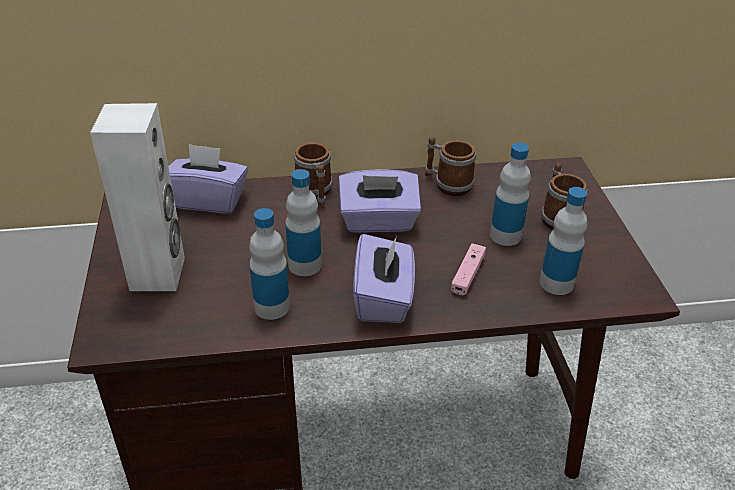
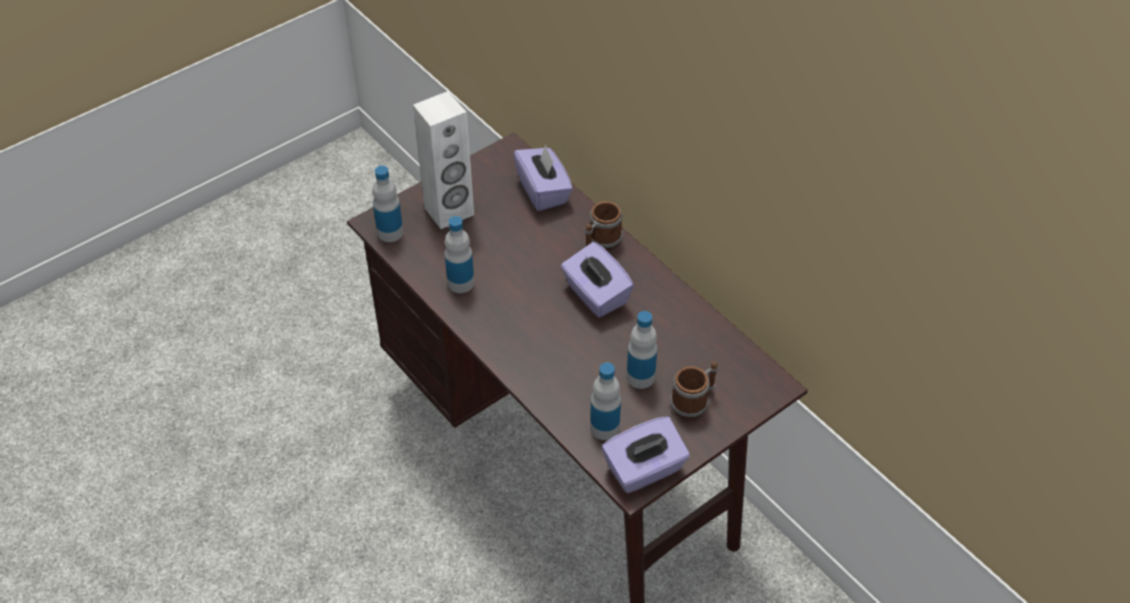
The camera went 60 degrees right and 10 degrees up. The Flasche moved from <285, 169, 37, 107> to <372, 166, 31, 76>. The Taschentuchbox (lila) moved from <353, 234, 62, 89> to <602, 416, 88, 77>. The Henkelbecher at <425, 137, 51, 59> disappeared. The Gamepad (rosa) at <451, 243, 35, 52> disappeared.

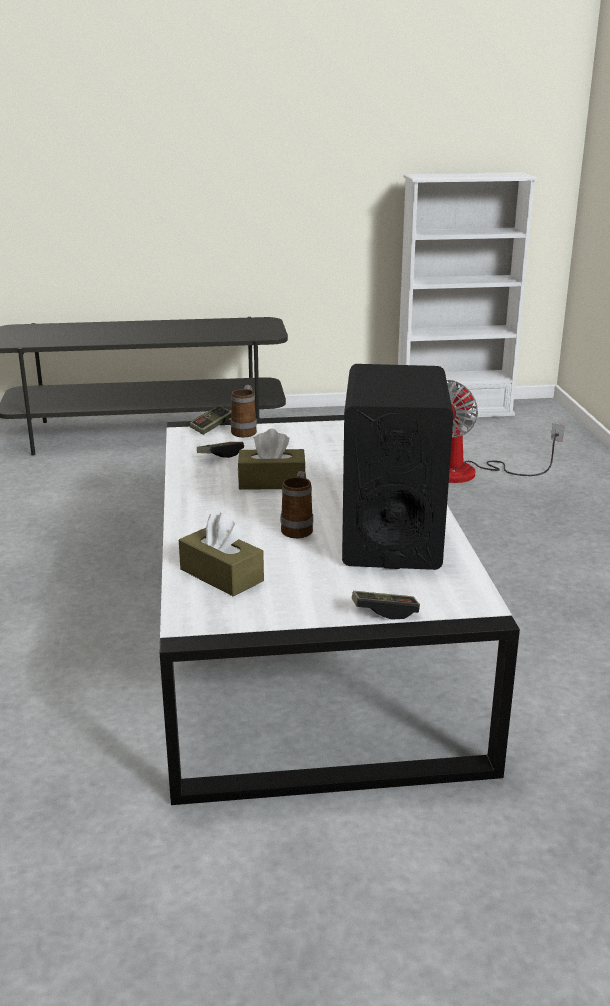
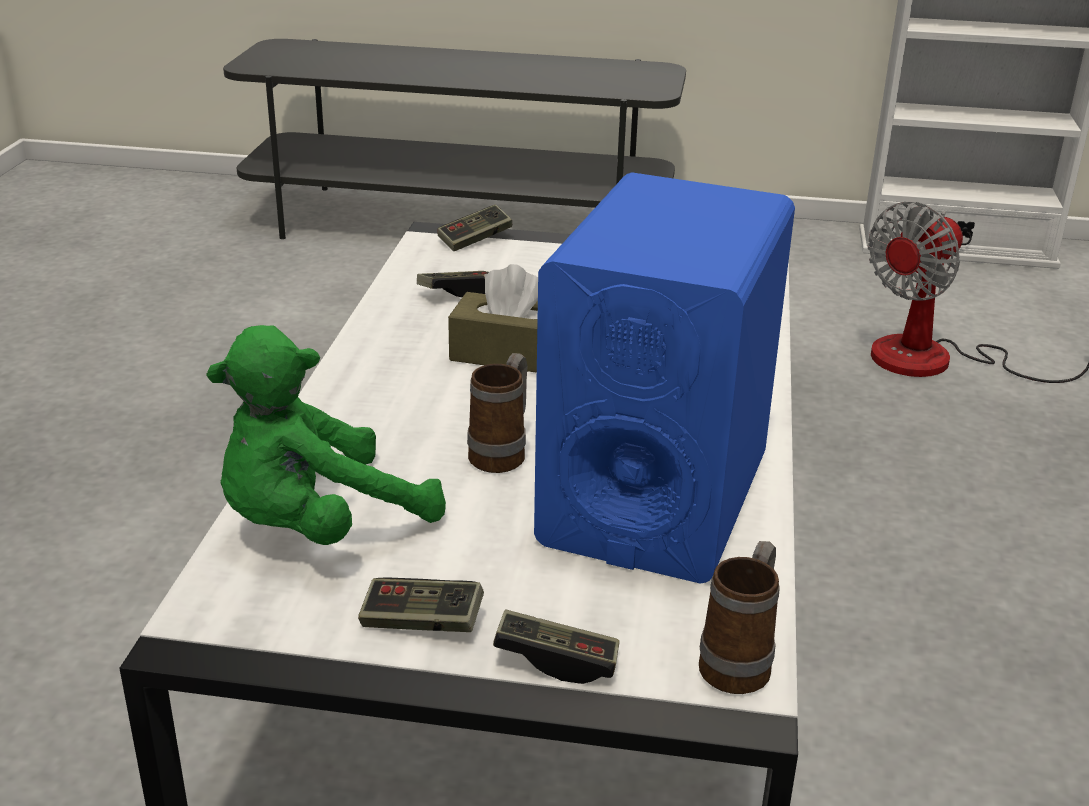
The camera went 15 degrees right and 5 degrees up. The Taschentuchbox (braun) at <179, 513, 85, 84> was replaced by the Plüschtier (grün) at <206, 325, 240, 220>. The Henkelbecher moved from <231, 385, 26, 52> to <699, 541, 81, 153>. The Lautsprecher (schwarz) at <342, 364, 111, 206> became the Lautsprecher (blau) at <534, 172, 261, 412>. The Gamepad at <358, 577, 126, 55> appeared.

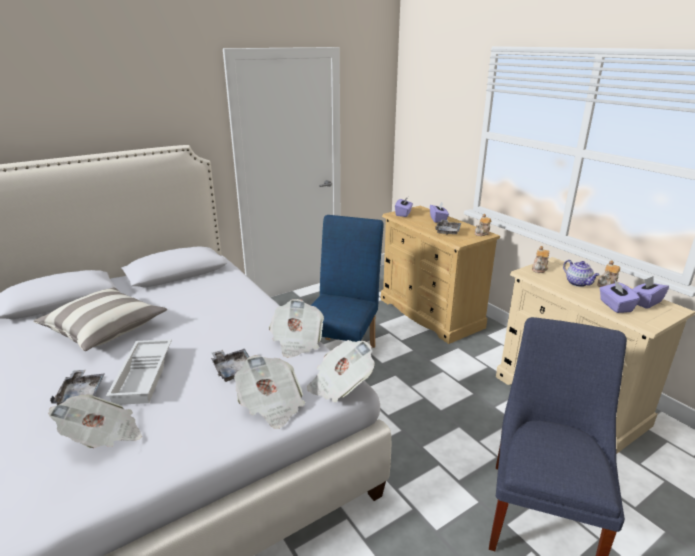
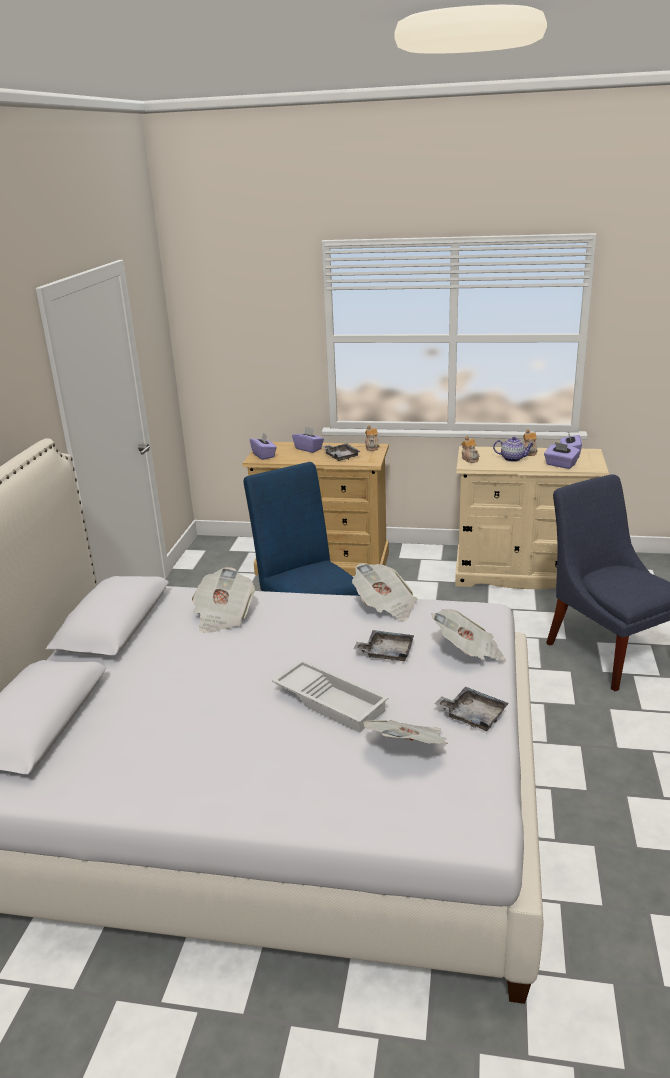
The camera went 45 degrees left and 0 degrees up. The Kissen at <33, 287, 134, 64> disappeared. The Tablett (grau) moved from <50, 370, 55, 35> to <435, 687, 74, 44>. The Zeitung moved from <307, 340, 68, 62> to <192, 567, 63, 66>.

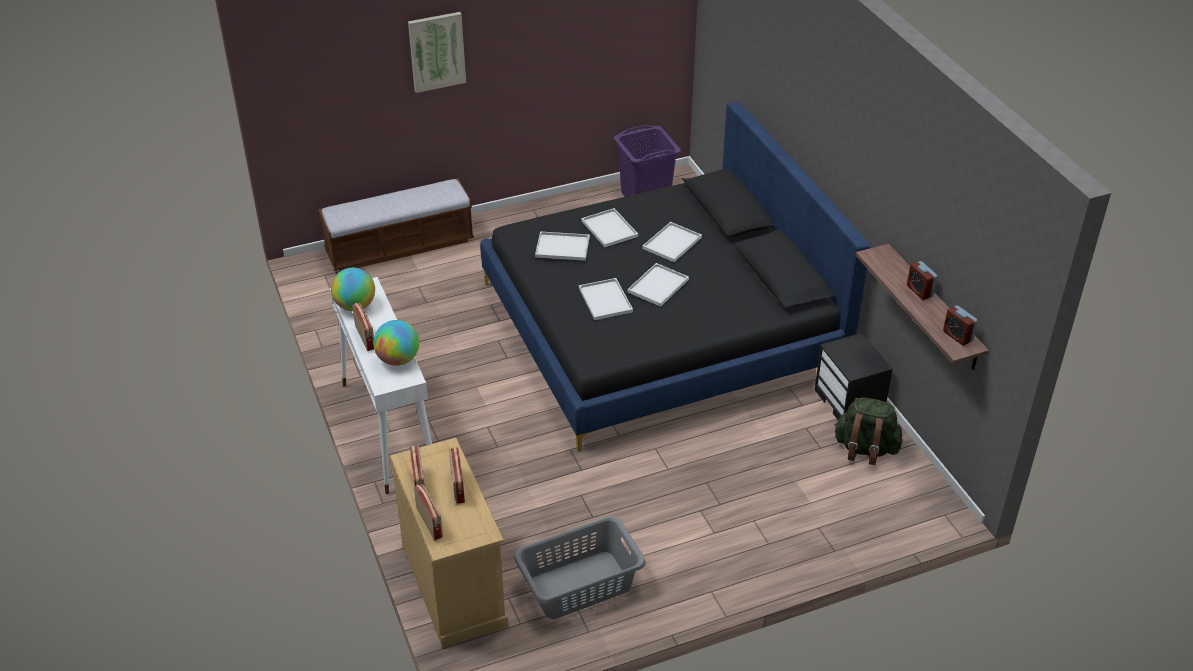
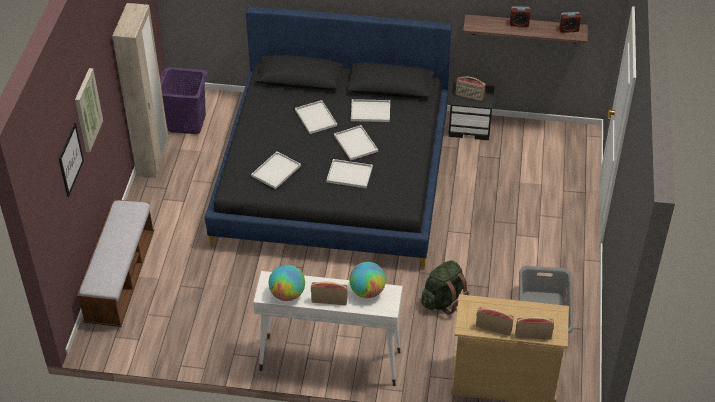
The camera went 60 degrees left and 5 degrees up. The Radio moved from <449, 447, 16, 57> to <456, 76, 29, 25>. The Tablett (weiß) moved from <582, 208, 56, 39> to <351, 99, 39, 23>. The Rucksack (grün) moved from <834, 397, 69, 68> to <421, 260, 48, 55>. The Bild at <59, 123, 25, 74> appeared. The Kleiderschrank (beige) at <112, 3, 57, 175> appeared.

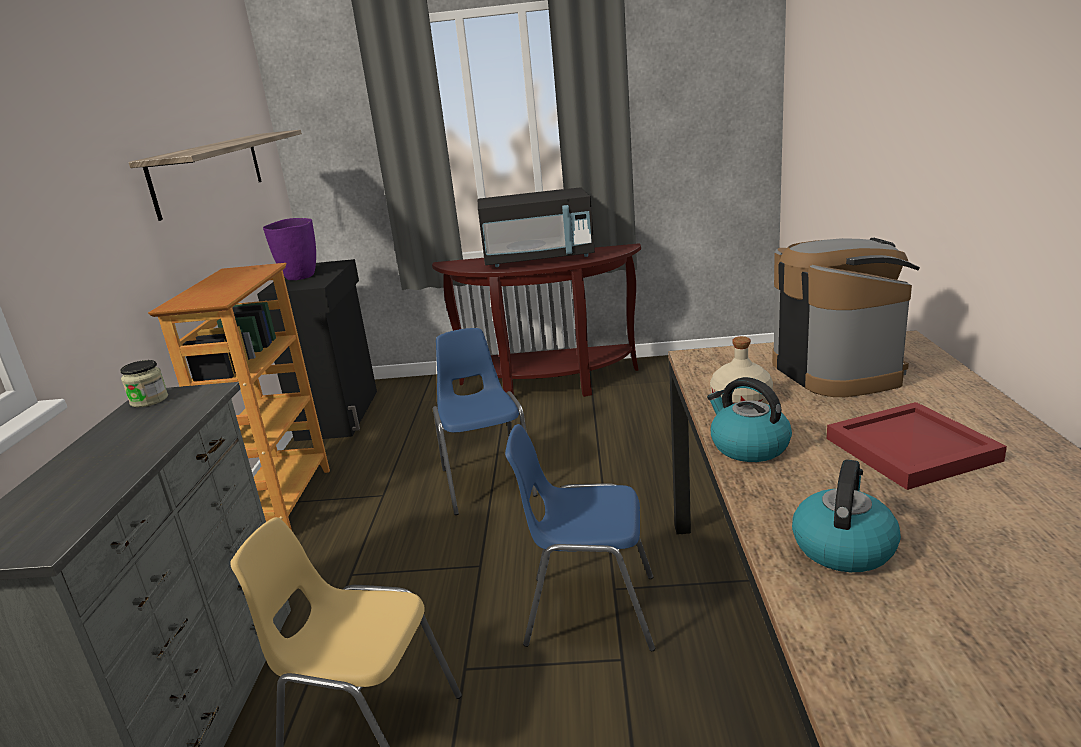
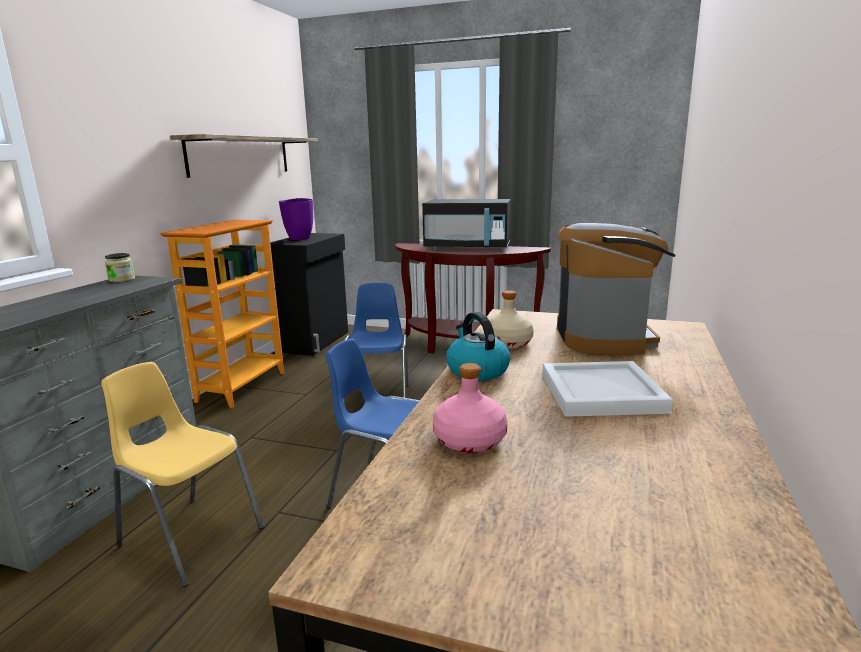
The camera went 15 degrees right and 5 degrees down. The Wasserkessel at <792, 459, 109, 113> was replaced by the Flasche (rosa) at <433, 363, 75, 90>. The Tablett (rot) at <827, 402, 180, 88> became the Tablett (weiß) at <542, 361, 131, 56>.

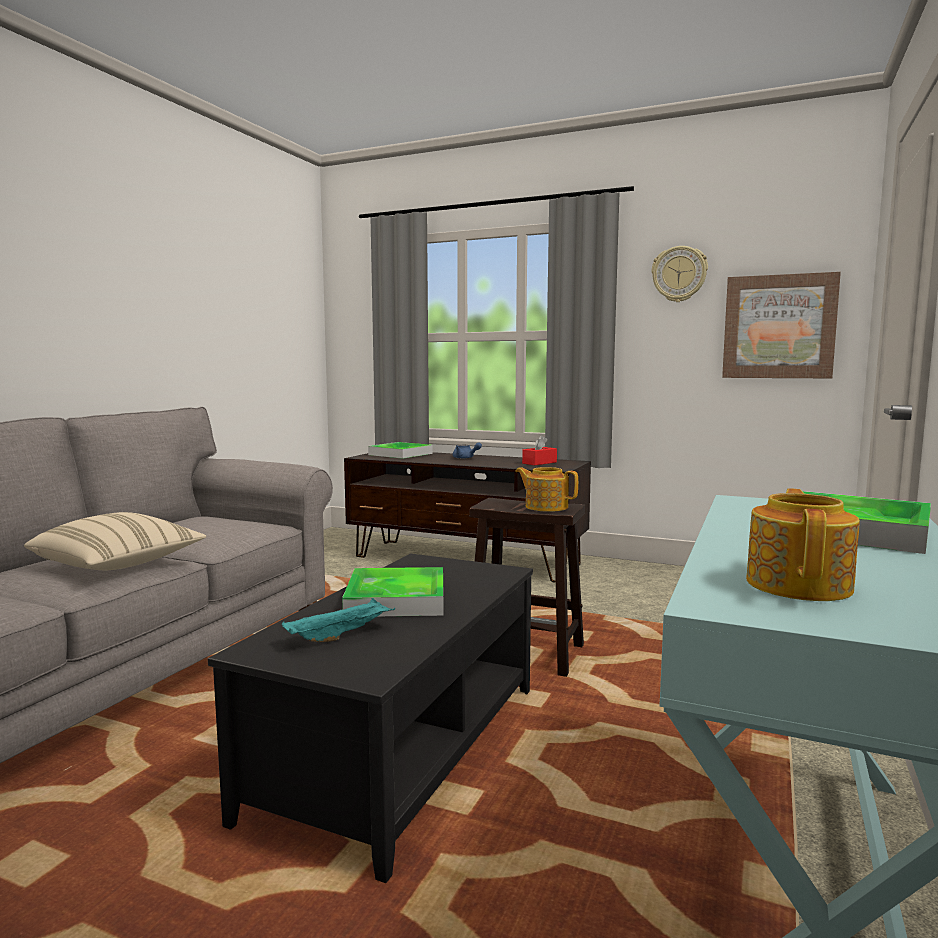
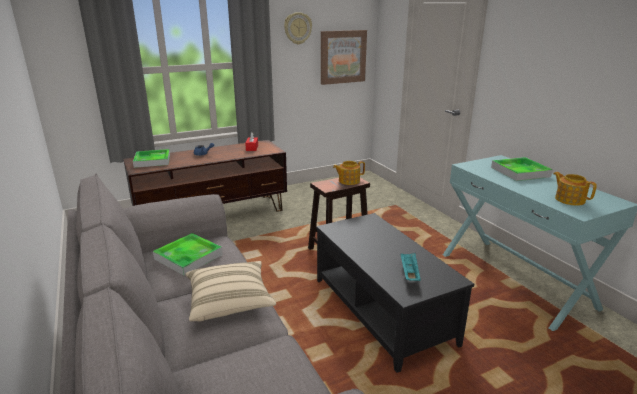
The camera went 50 degrees left and 15 degrees up. The Tablett moved from <342, 567, 101, 49> to <153, 233, 70, 42>.

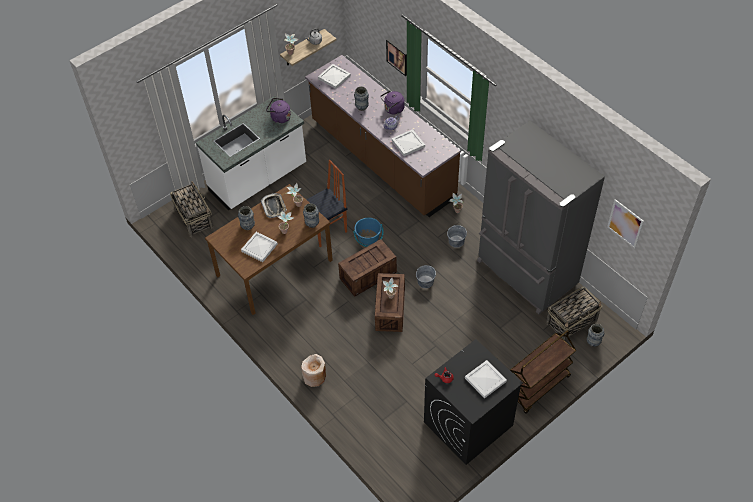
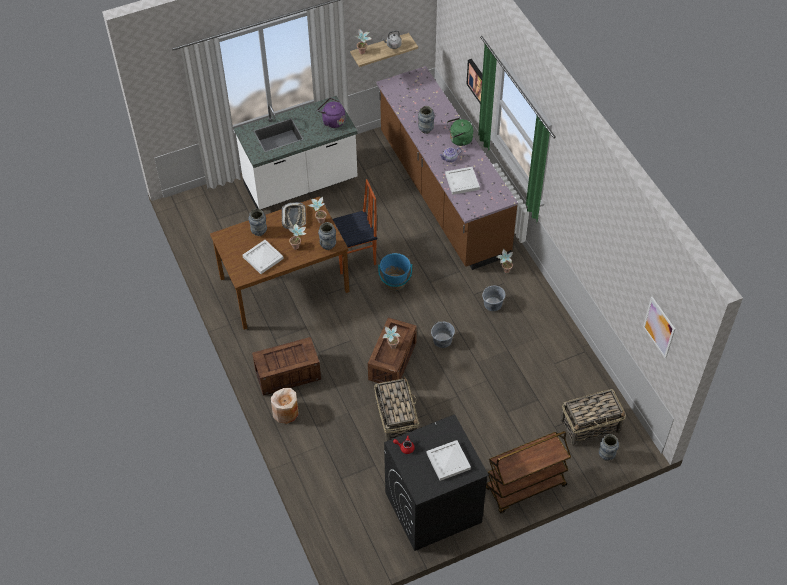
The camera went 15 degrees right and 0 degrees up. The Korb moved from <170, 182, 44, 55> to <374, 376, 46, 65>. The Tablett (weiß) at <318, 64, 33, 25> disappeared. The Kiste moved from <338, 239, 59, 58> to <252, 337, 69, 59>. The Wasserkessel (lila) at <380, 91, 25, 24> became the Wasserkessel (grün) at <447, 118, 26, 28>. The Kühlschrank (grau) at <477, 121, 128, 194> disappeared.

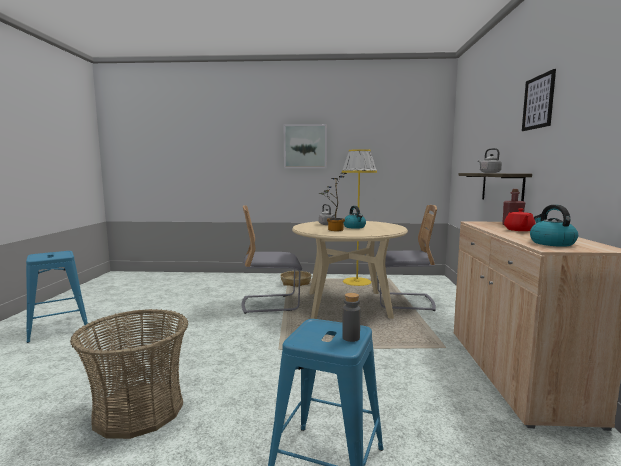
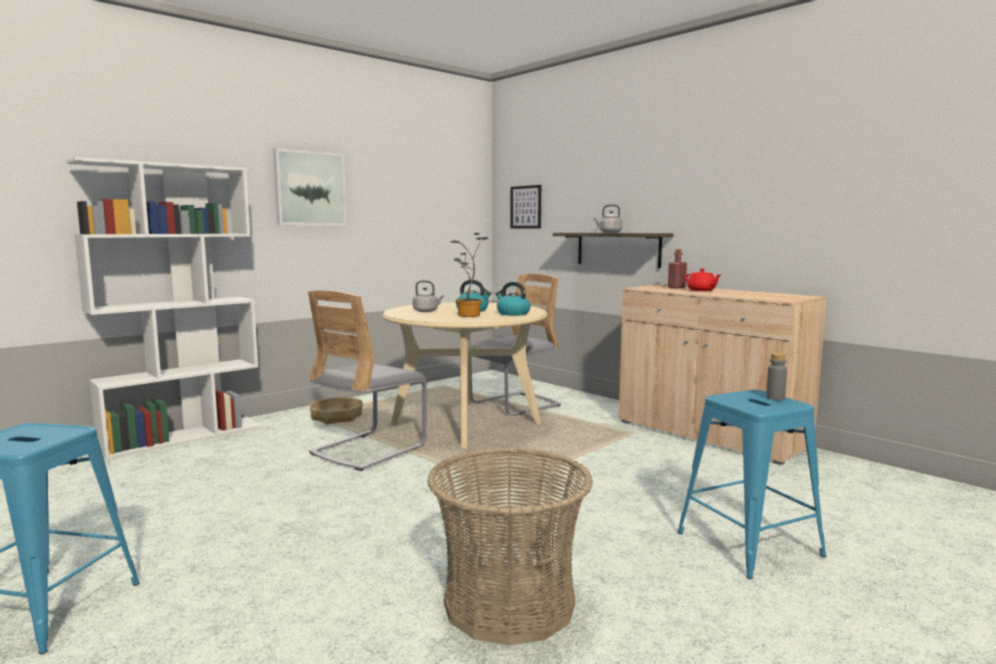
The camera went 45 degrees left and 0 degrees up. The Stehlampe (gelb) at <342, 149, 35, 137> disappeared. The Bild moved from <522, 69, 34, 62> to <511, 185, 30, 43>. The Wasserkessel moved from <530, 205, 48, 42> to <496, 282, 34, 34>. The Bücherregal (weiß) at <67, 157, 195, 303> appeared.

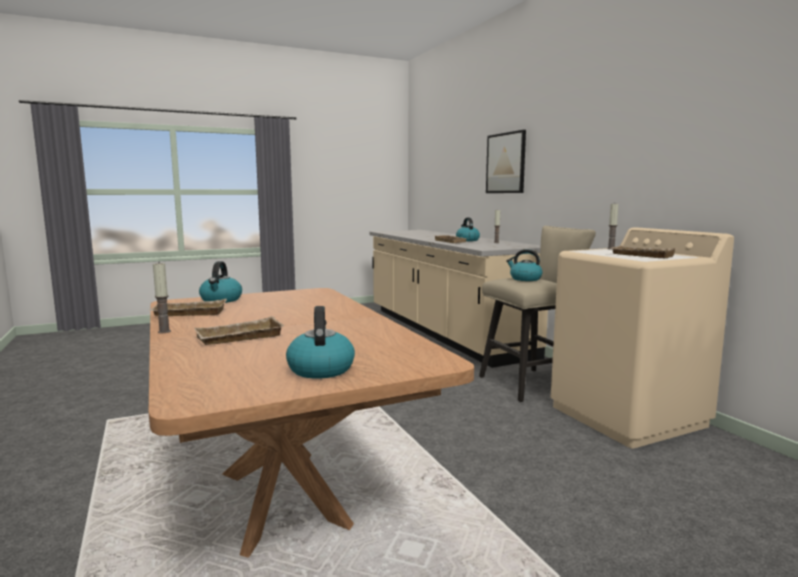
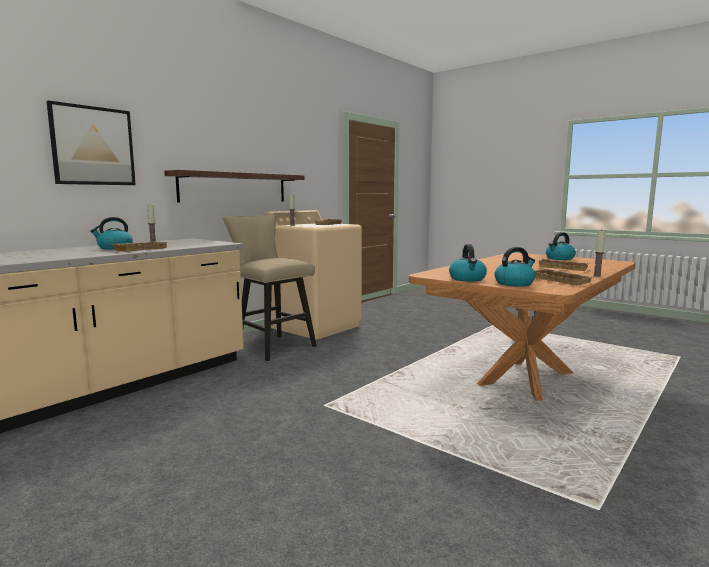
The camera went 115 degrees left and 0 degrees up. The Wasserkessel moved from <506, 249, 37, 32> to <449, 244, 38, 38>. The Wandregal at <164, 170, 141, 33> appeared.

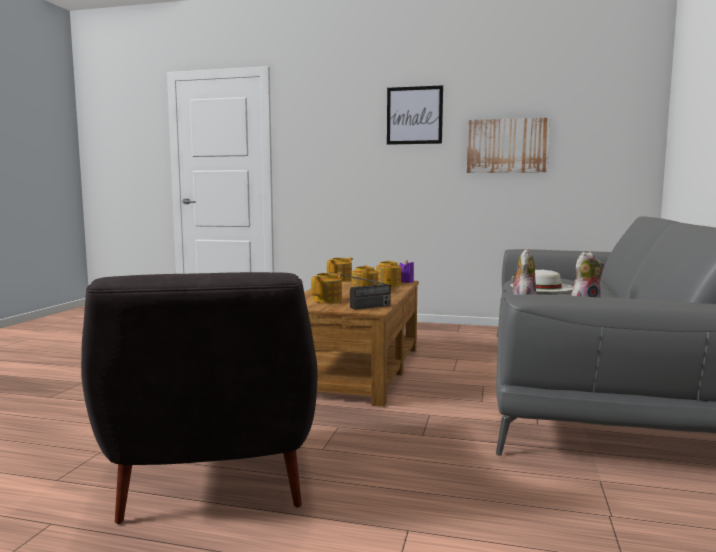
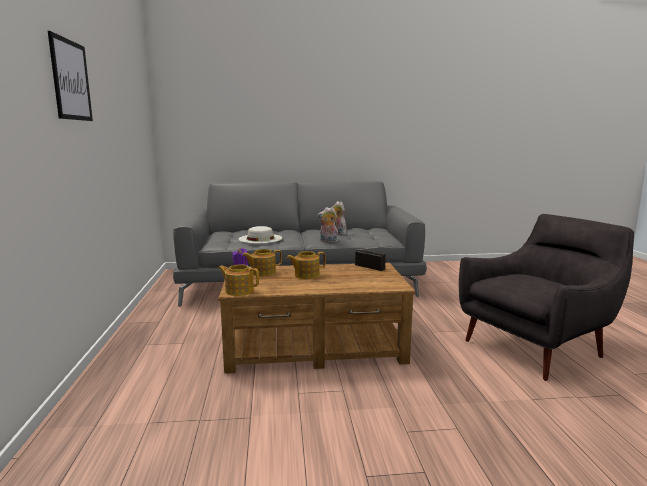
The camera went 110 degrees left and 5 degrees up. The Teekanne at <311, 272, 31, 31> disappeared. The Bild at <467, 118, 83, 55> disappeared.

